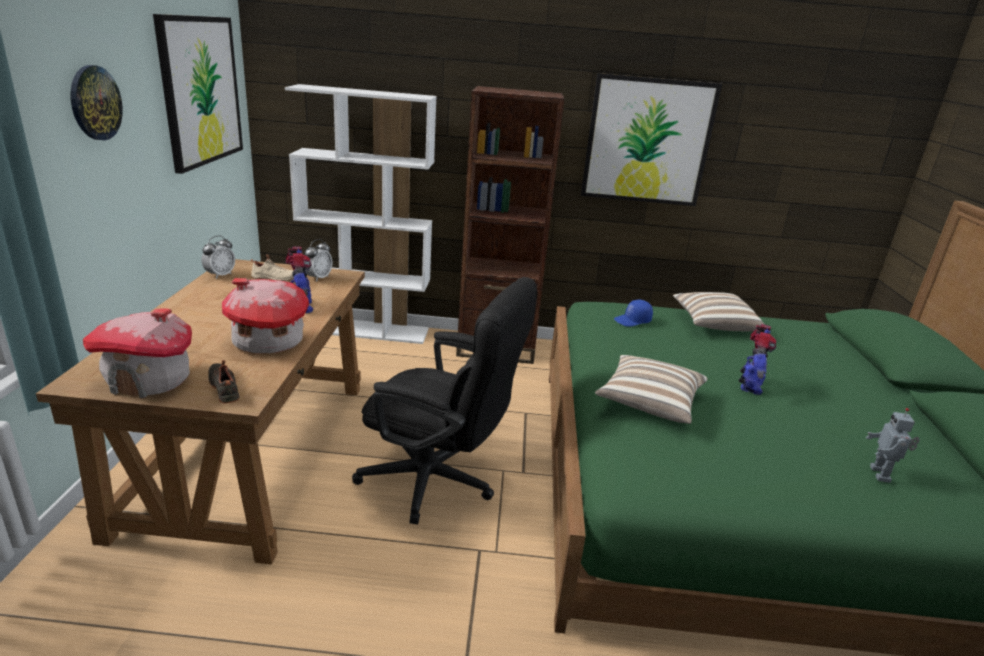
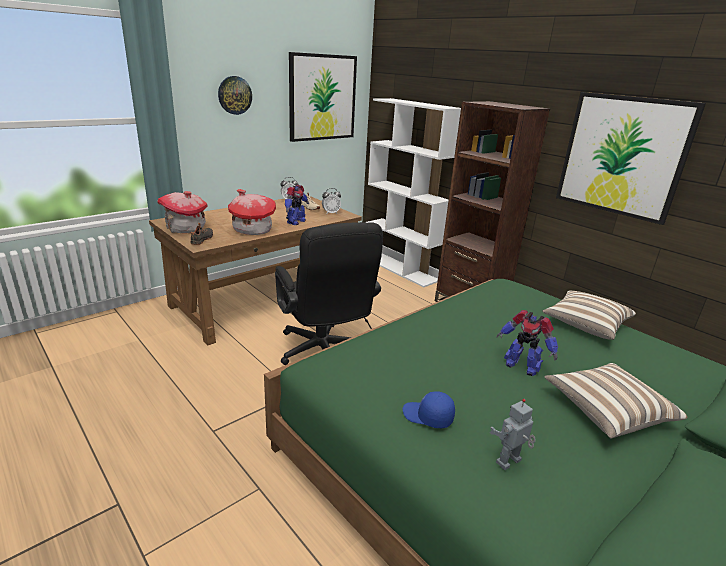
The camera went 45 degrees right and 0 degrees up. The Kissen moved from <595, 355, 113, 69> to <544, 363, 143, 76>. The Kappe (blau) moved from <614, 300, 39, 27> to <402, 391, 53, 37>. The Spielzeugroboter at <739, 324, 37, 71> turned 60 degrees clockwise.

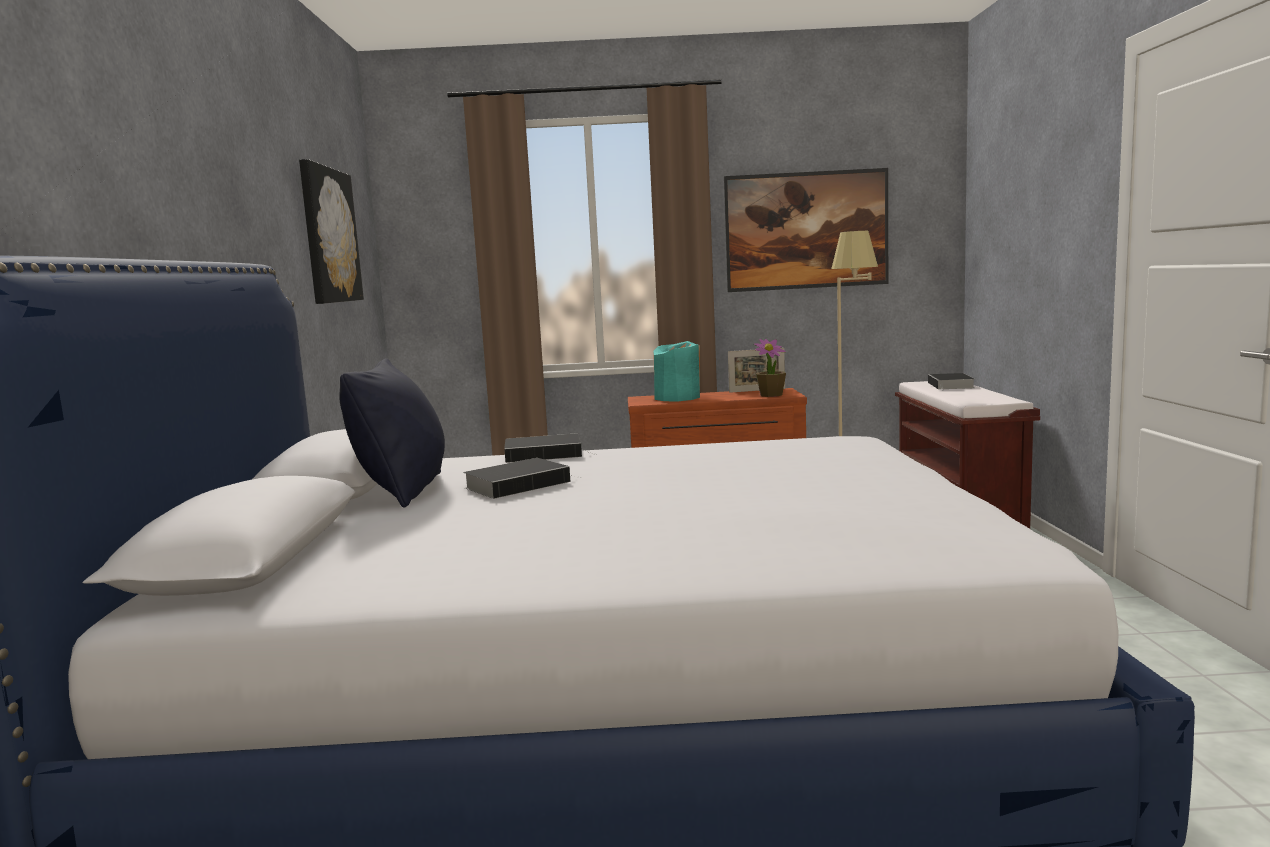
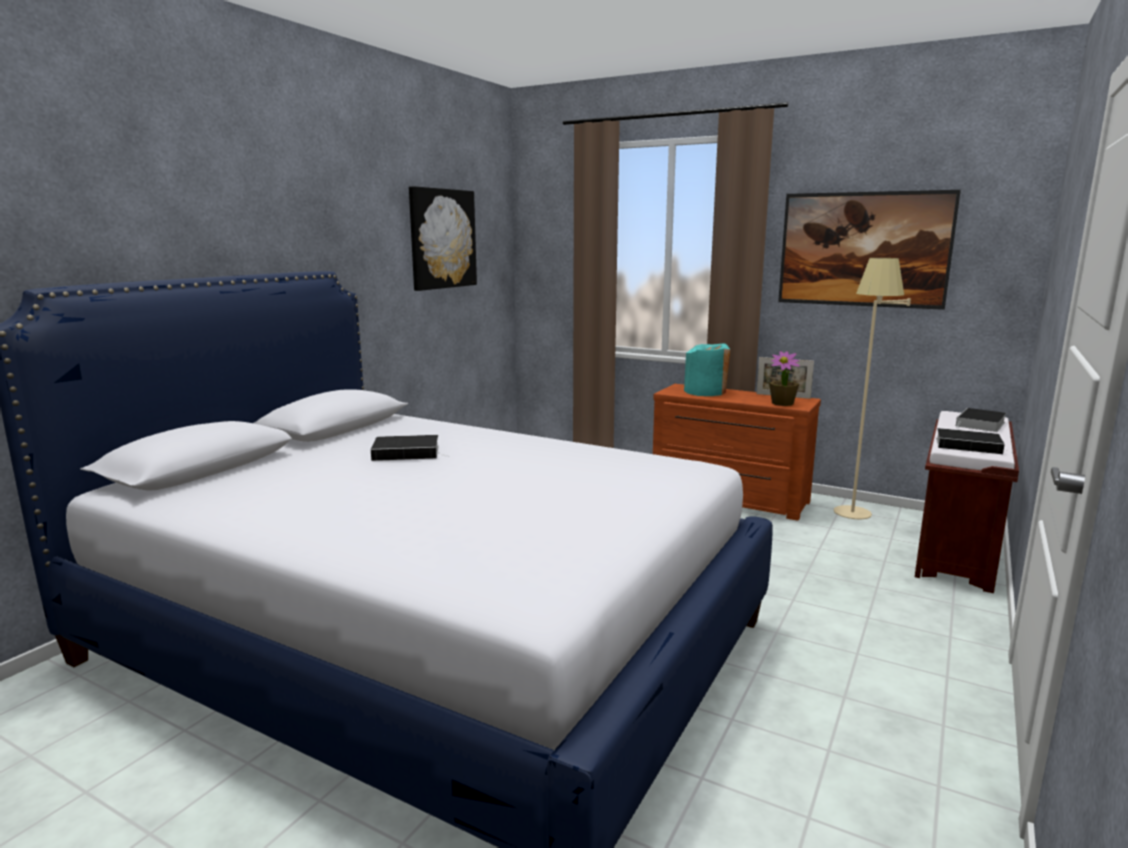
The camera went 30 degrees right and 5 degrees up. The Kissen (schwarz) at <339, 358, 106, 150> disappeared. The Buch moved from <504, 433, 92, 30> to <936, 428, 78, 26>.

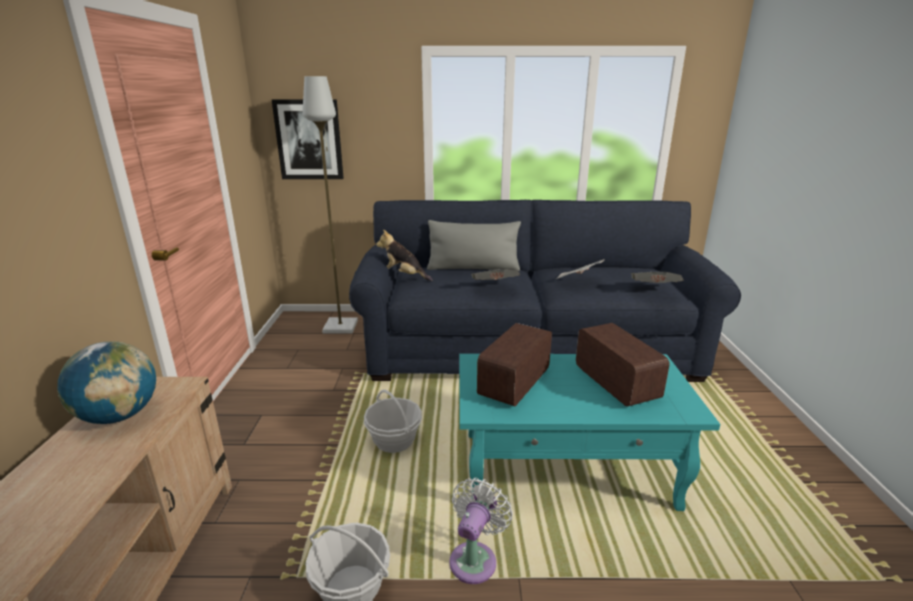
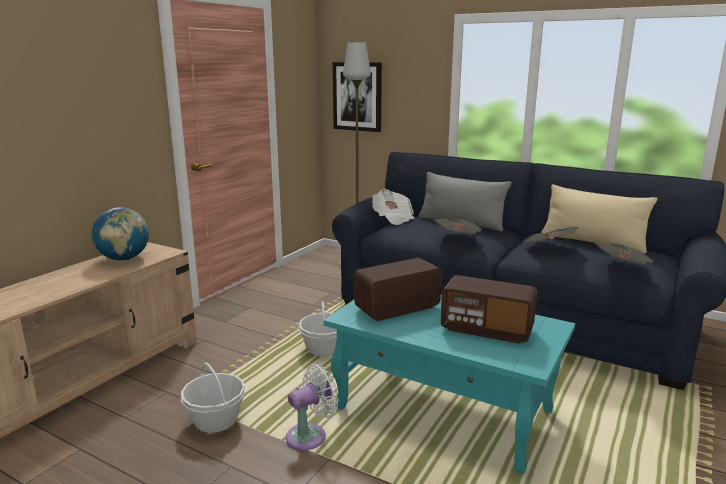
The camera went 30 degrees right and 5 degrees down. The Plüschtier at <376, 230, 57, 51> was replaced by the Zeitung at <372, 189, 42, 36>. The Radio at <576, 323, 94, 83> turned 105 degrees clockwise. The Kissen (beige) at <541, 184, 117, 70> appeared.

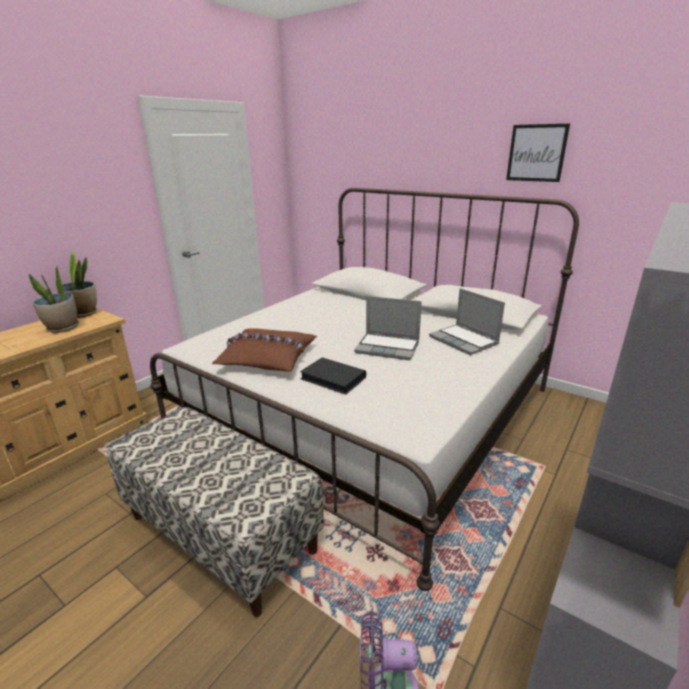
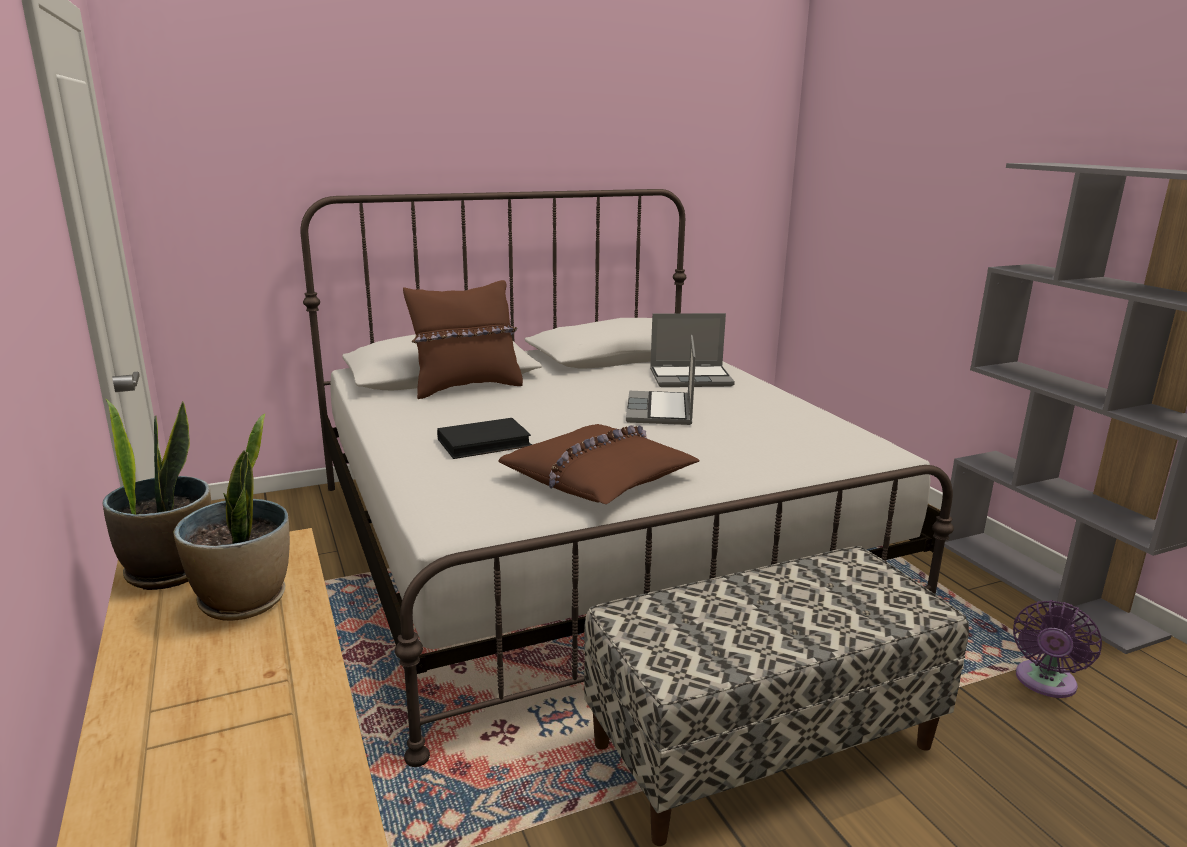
The camera went 60 degrees left and 5 degrees down. The Buch (schwarz) moved from <300, 357, 66, 38> to <437, 418, 95, 41>. The Laptop at <354, 296, 68, 64> turned 135 degrees clockwise. The Bild at <506, 124, 64, 58> disappeared. The Kissen (braun) at <403, 280, 120, 119> appeared.

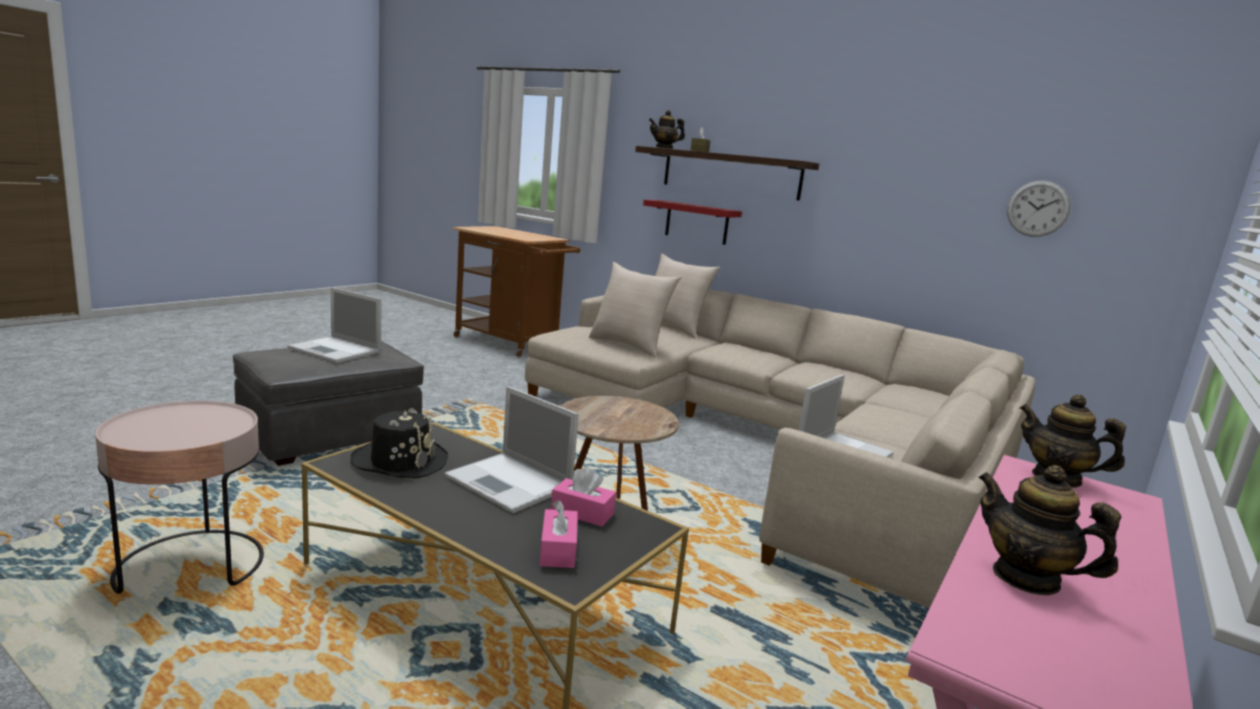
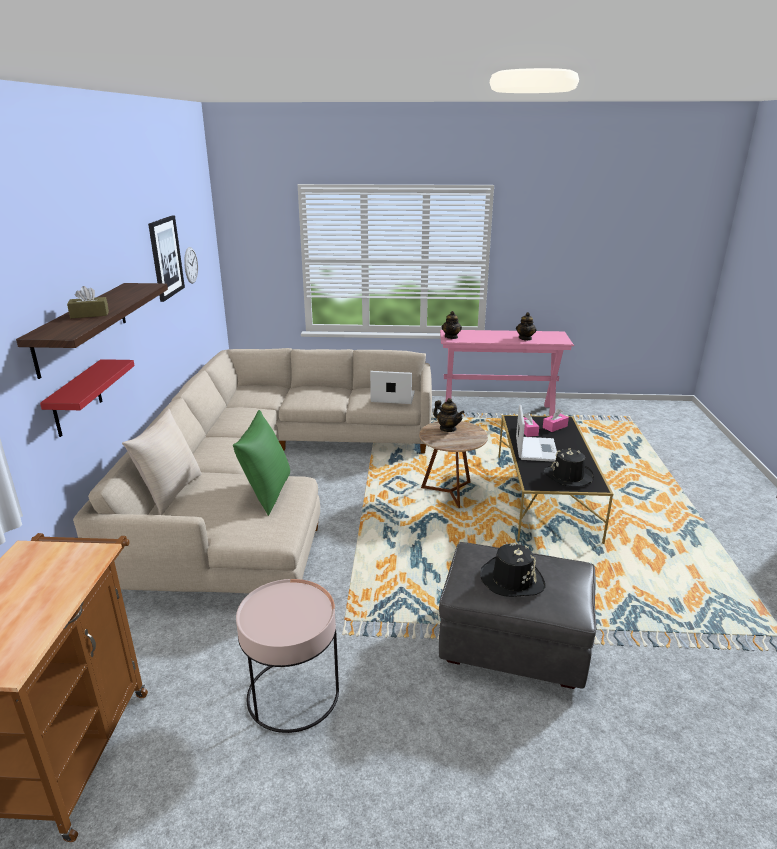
The camera went 120 degrees left and 10 degrees up. The Beistelltisch (rosa) moved from <95, 401, 169, 193> to <236, 579, 103, 154>. The Laptop at <287, 287, 95, 76> was replaced by the Hut (schwarz) at <480, 543, 66, 54>. The Kissen (beige) at <589, 262, 92, 96> became the Kissen (grün) at <233, 410, 57, 106>. The Teekanne moved from <649, 110, 36, 39> to <433, 398, 31, 34>. The Bild at <148, 216, 37, 86> appeared.

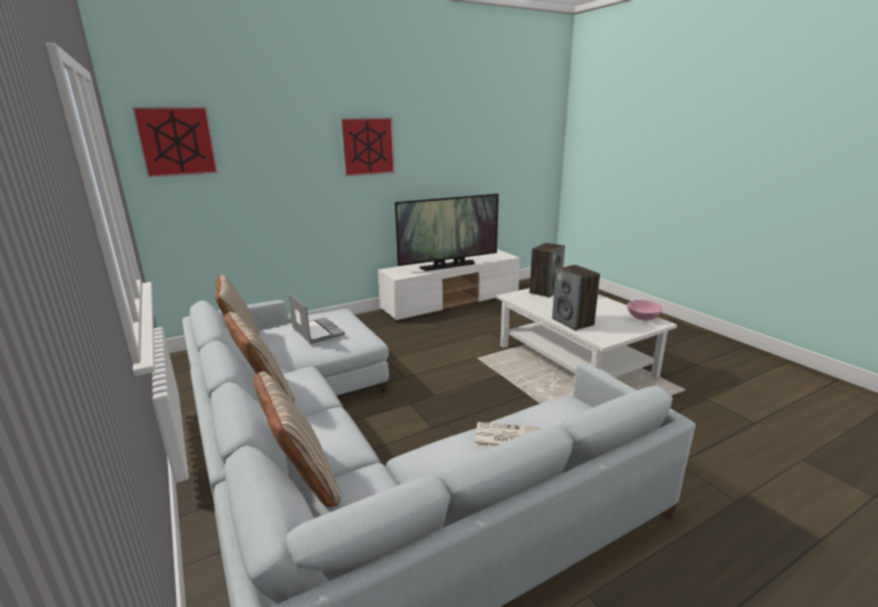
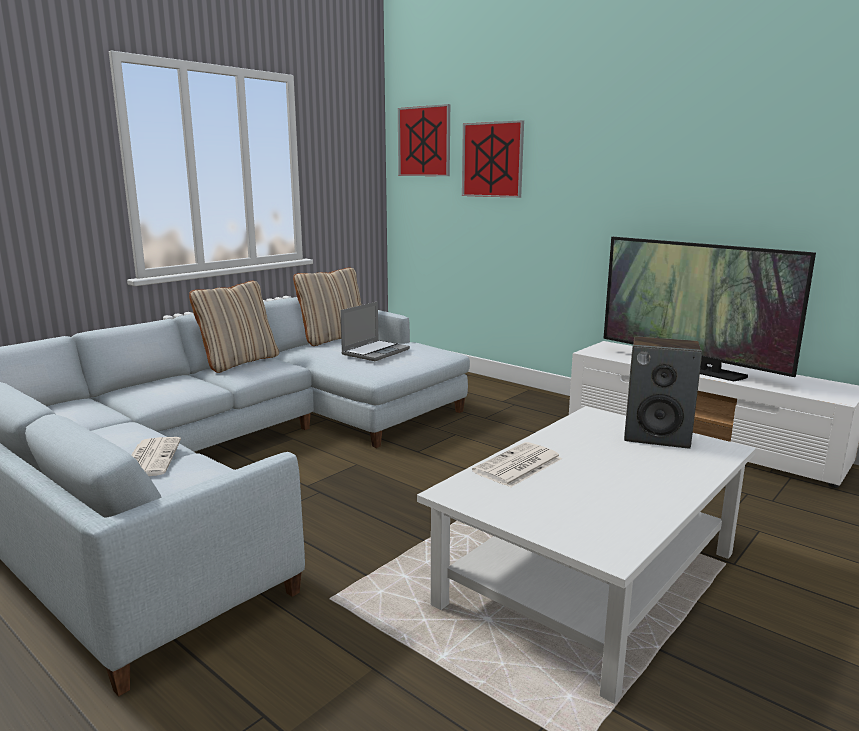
The camera went 70 degrees right and 5 degrees down. The Kissen (beige) at <254, 371, 87, 136> disappeared. The Bild moved from <340, 117, 55, 59> to <462, 120, 62, 78>. The Lautsprecher at <552, 265, 48, 66> was replaced by the Zeitung at <472, 442, 90, 45>. The Schüssel (rosa) at <627, 300, 36, 21> disappeared.

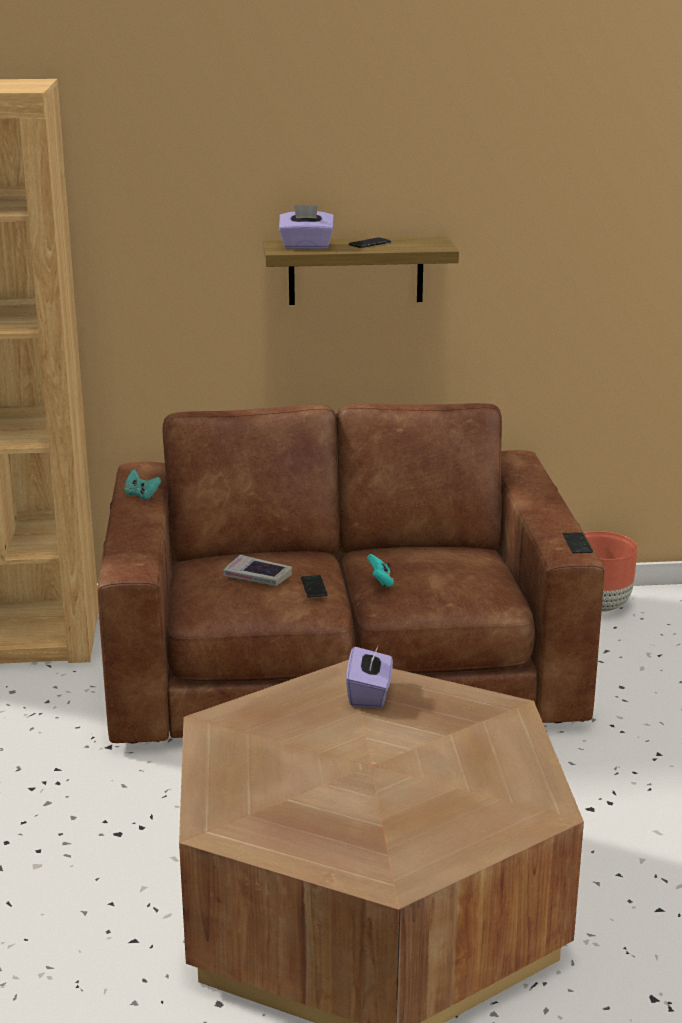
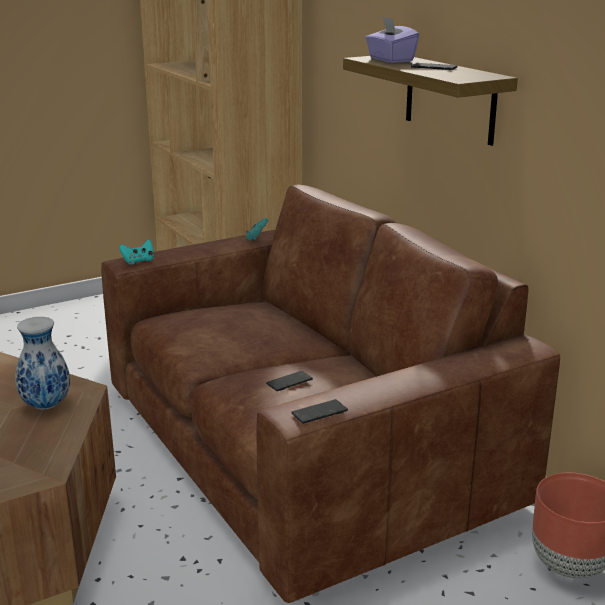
The camera went 65 degrees right and 0 degrees up. The Buch at <223, 555, 69, 31> disappeared. The Handy moved from <301, 575, 27, 23> to <266, 371, 47, 20>. The Taschentuchbox (lila) at <346, 644, 47, 64> was replaced by the Vase at <15, 317, 55, 93>. The Gamepad (türkis) moved from <367, 554, 27, 33> to <119, 239, 35, 26>.

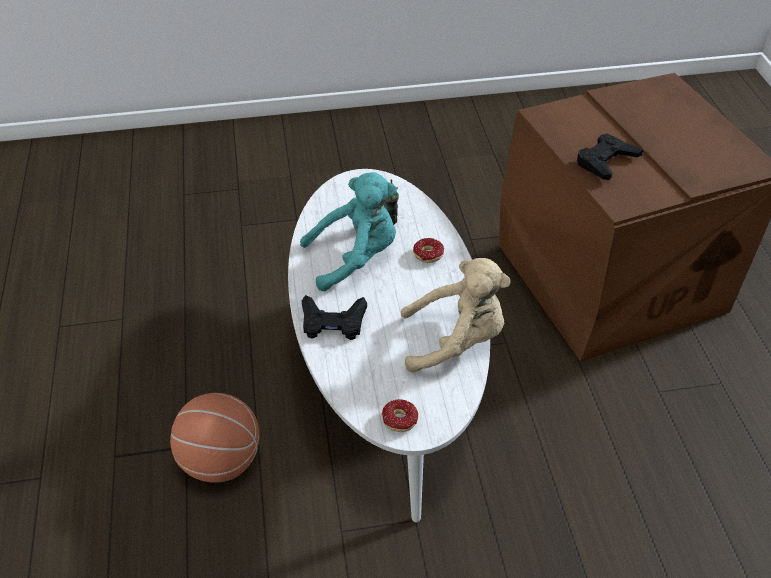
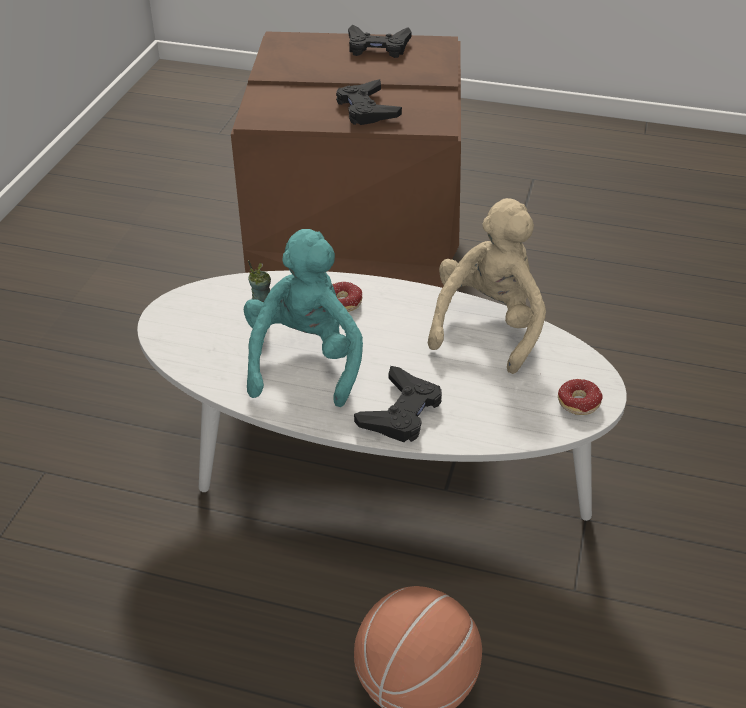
The camera went 65 degrees left and 5 degrees down. The Gamepad (schwarz) at <348, 24, 64, 34> appeared.

